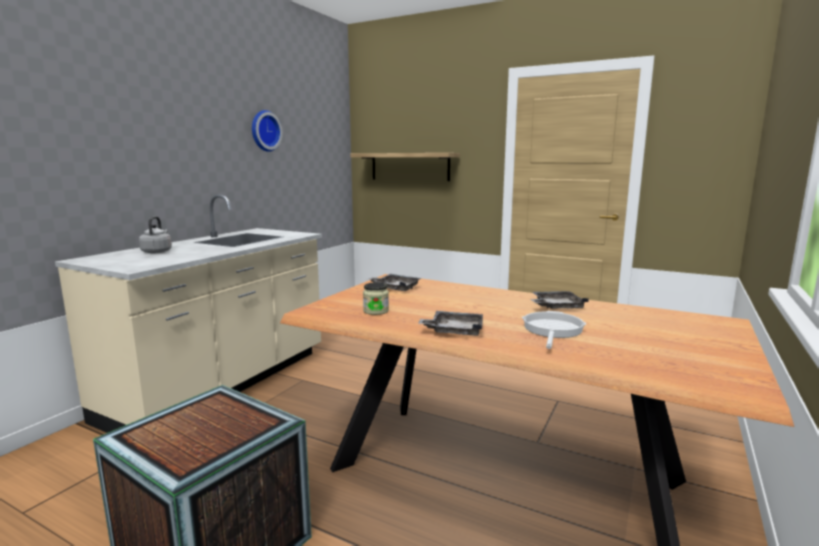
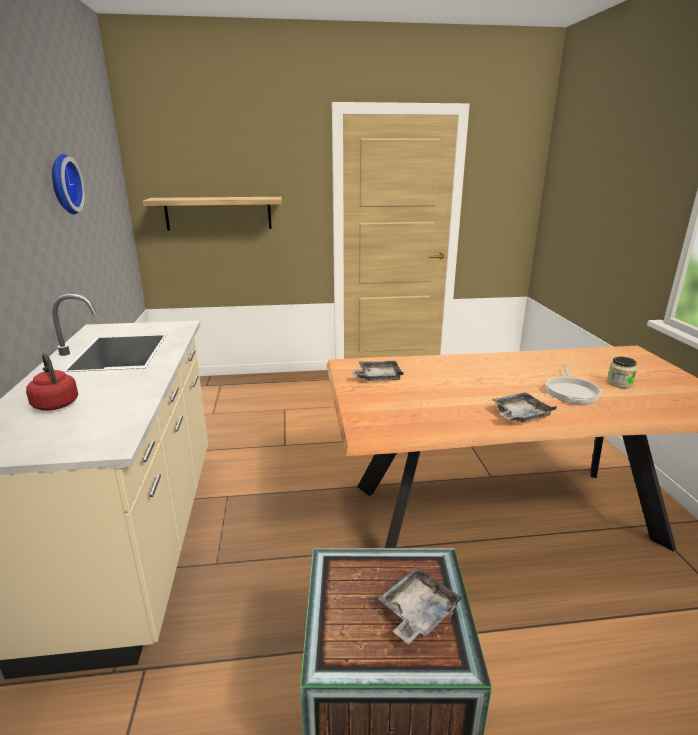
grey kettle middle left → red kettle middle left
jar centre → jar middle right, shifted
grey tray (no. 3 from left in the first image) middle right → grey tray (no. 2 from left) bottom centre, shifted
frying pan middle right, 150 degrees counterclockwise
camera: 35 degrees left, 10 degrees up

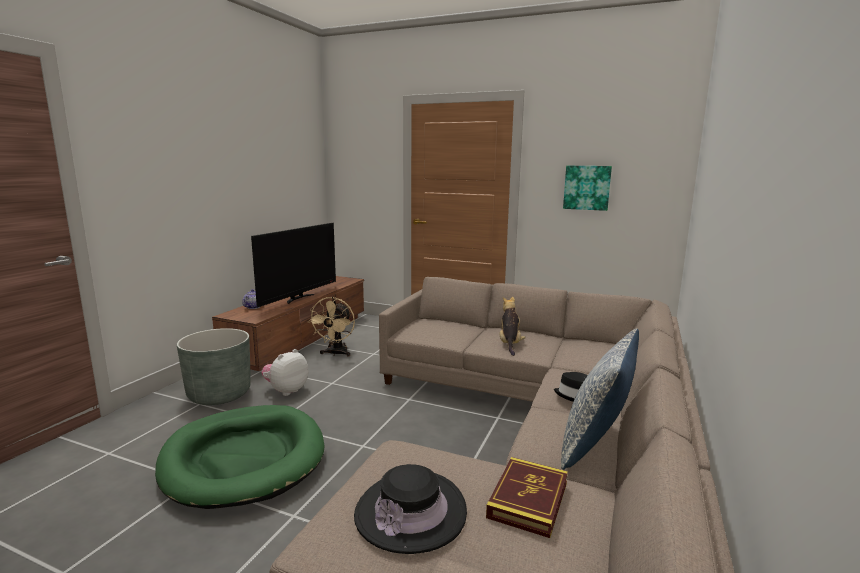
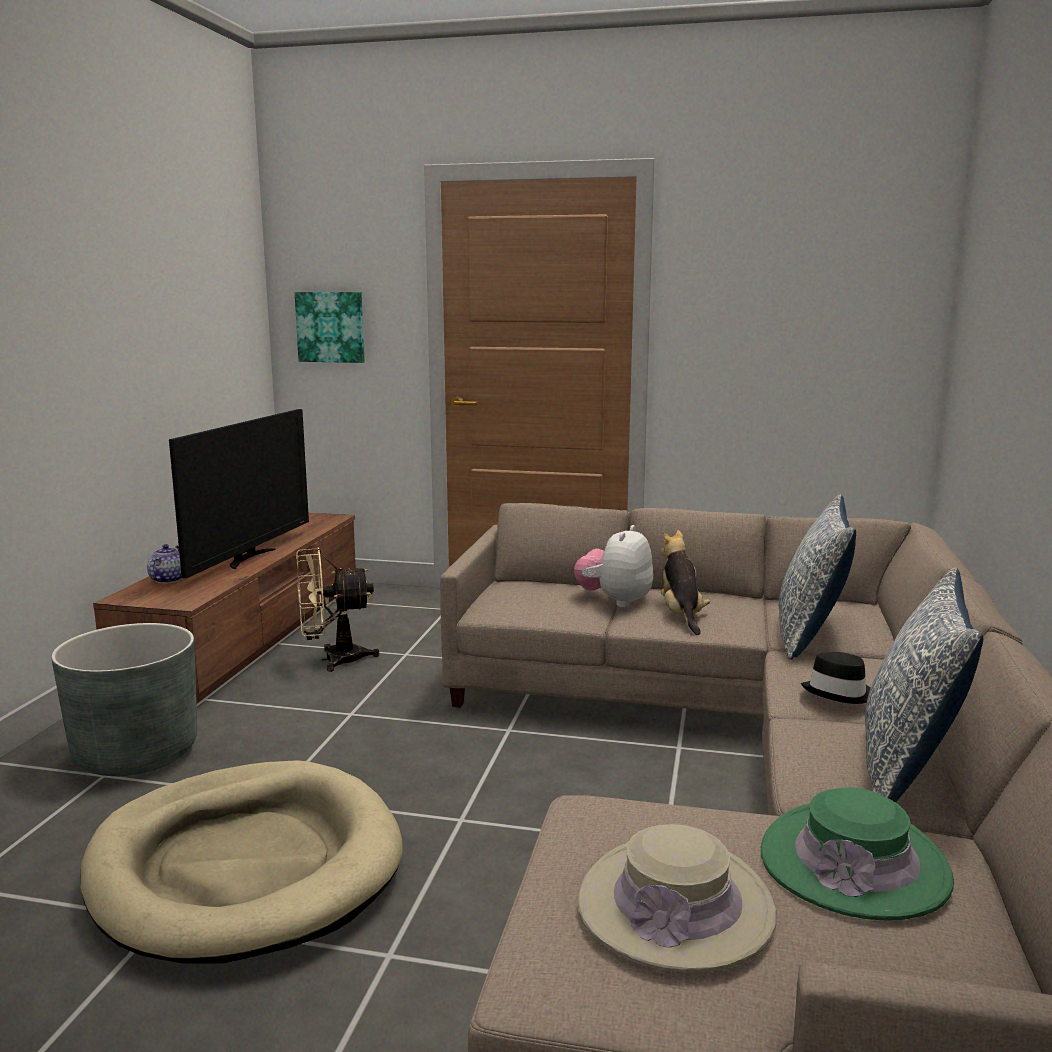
picture top right → picture top left, shifted
beige fan centre → beige fan middle left, 75 degrees clockwise
plush toy (no. 1 from left) middle left → plush toy (no. 1 from left) centre, shifted
green dog bed bottom left → beige dog bed bottom left
book bottom centre → green hat bottom right
black hat (no. 1 from left) bottom centre → beige hat bottom centre
- → pillow (no. 1 from left) middle right
camera: 10 degrees left, 0 degrees up

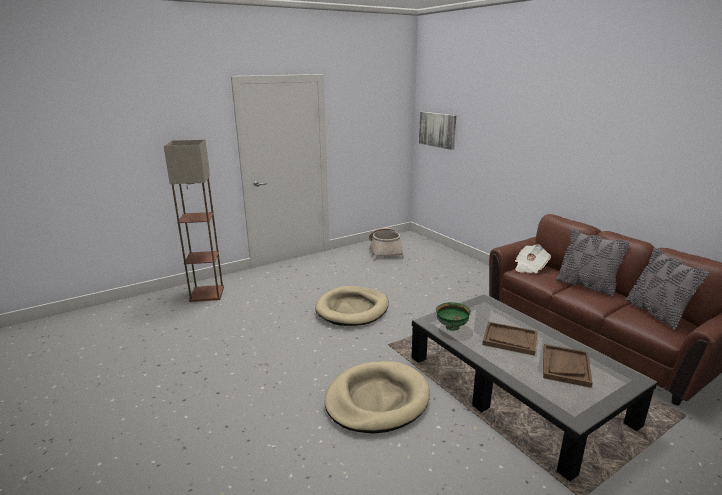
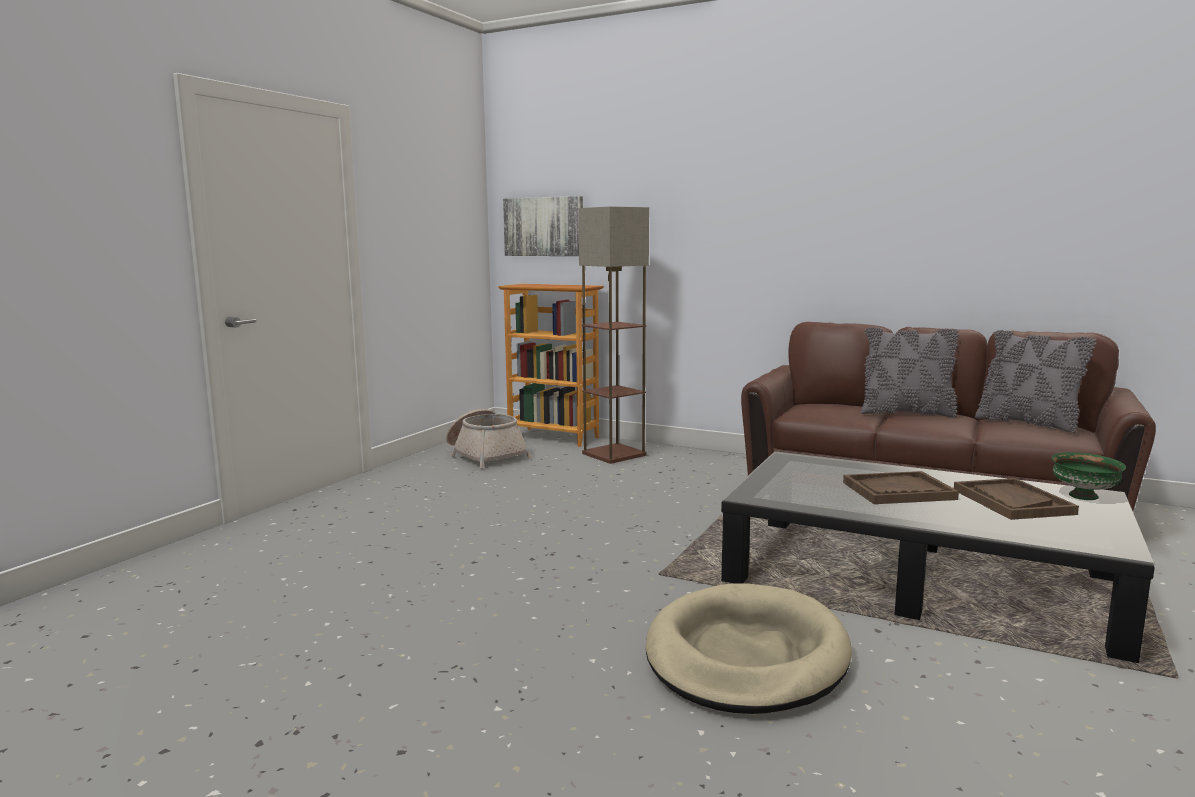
floor lamp middle left → floor lamp centre, shifted
newspaper middle right → -
beige dog bed (no. 1 from left) centre → -
green bowl centre → green bowl middle right, shifted
- → bookcase centre
camera: 30 degrees left, 10 degrees down

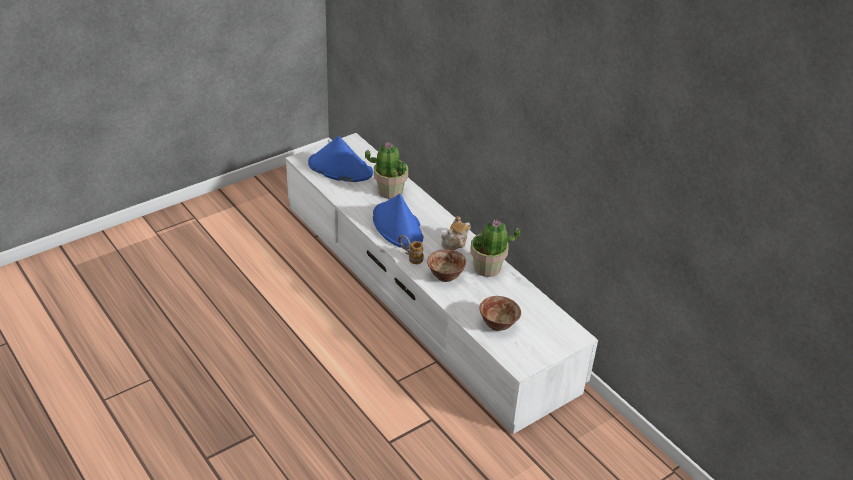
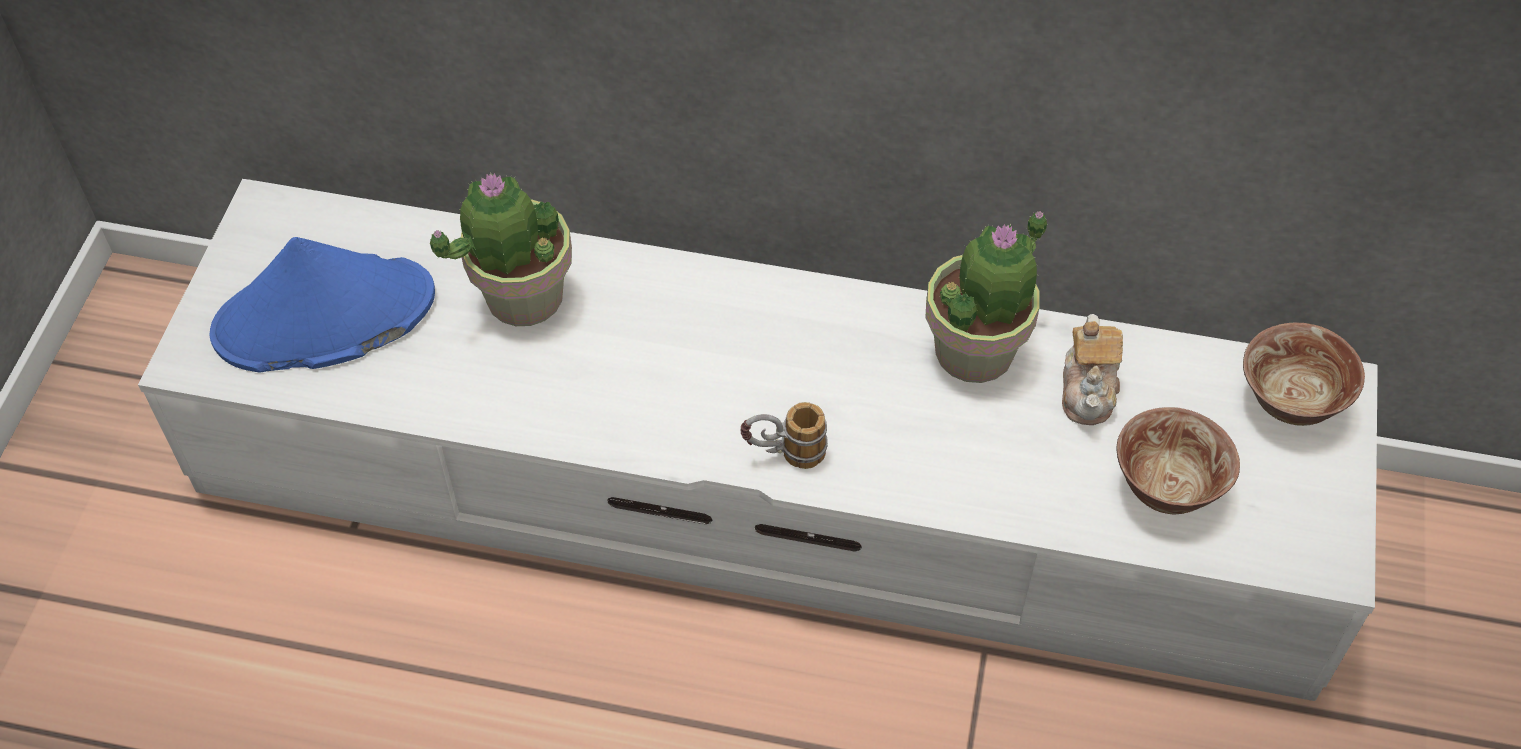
blue hat (no. 2 from left) centre → -
teapot centre → teapot middle right, shifted
bowl (no. 1 from left in the first image) centre → bowl (no. 2 from left) middle right, shifted
camera: 40 degrees left, 15 degrees up

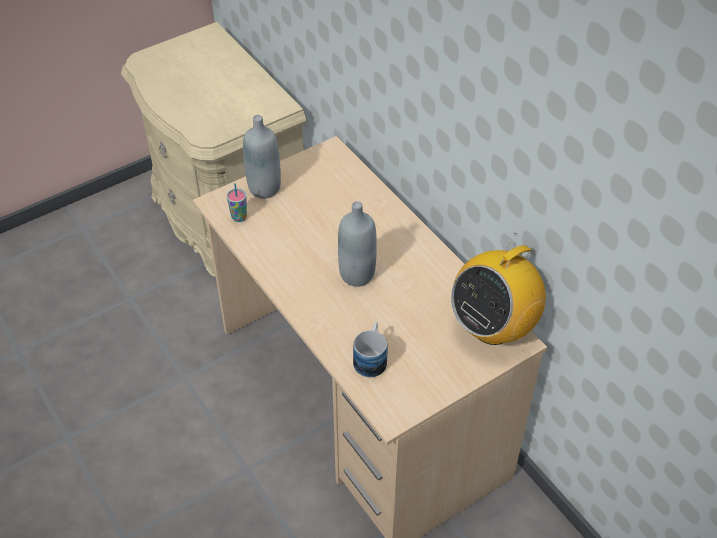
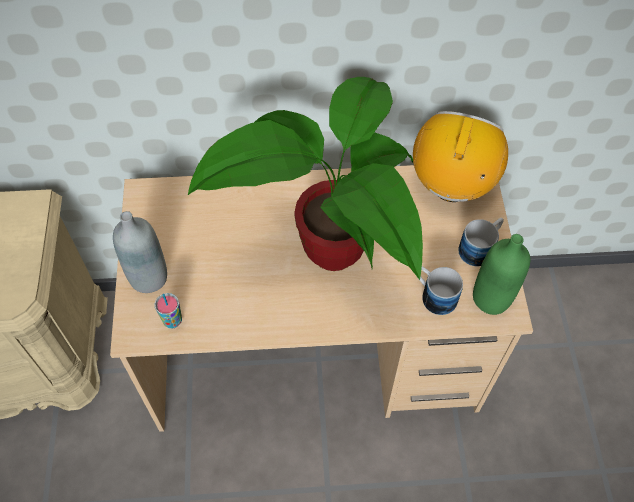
grey bottle (no. 2 from left) centre → potted plant centre
radio middle right → radio top right, 150 degrees counterclockwise
- → mug (no. 2 from left) middle right
- → green bottle middle right
camera: 60 degrees left, 10 degrees up

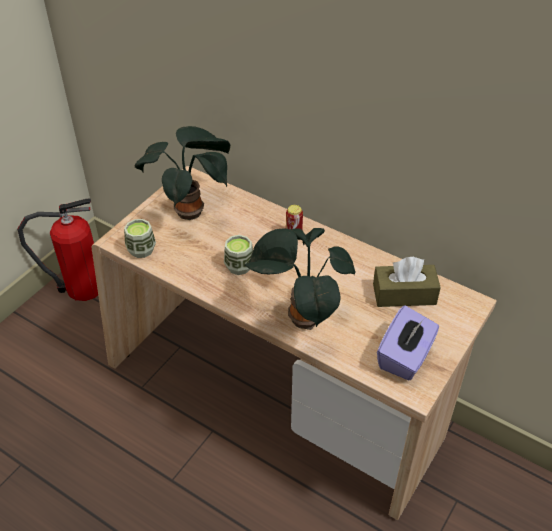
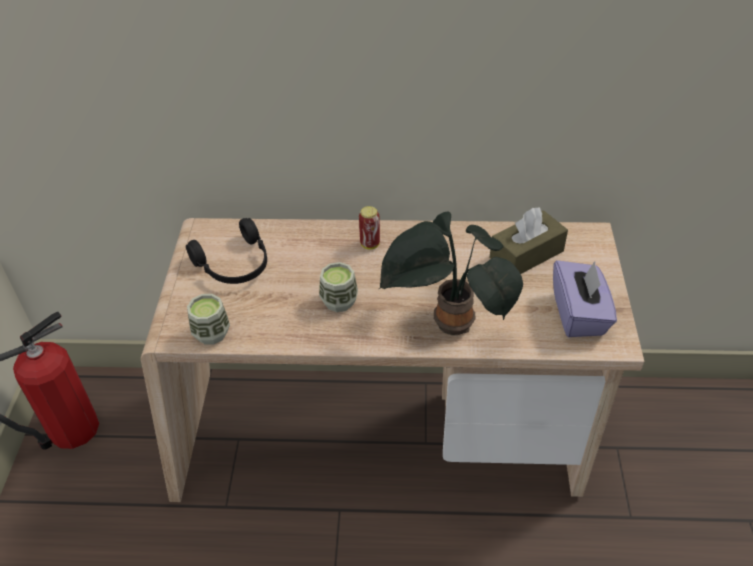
potted plant (no. 1 from left) top left → black headphones middle left
camera: 30 degrees left, 0 degrees up

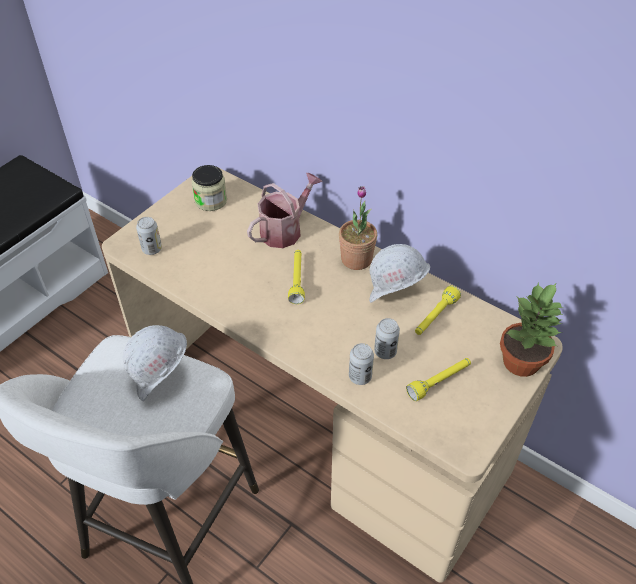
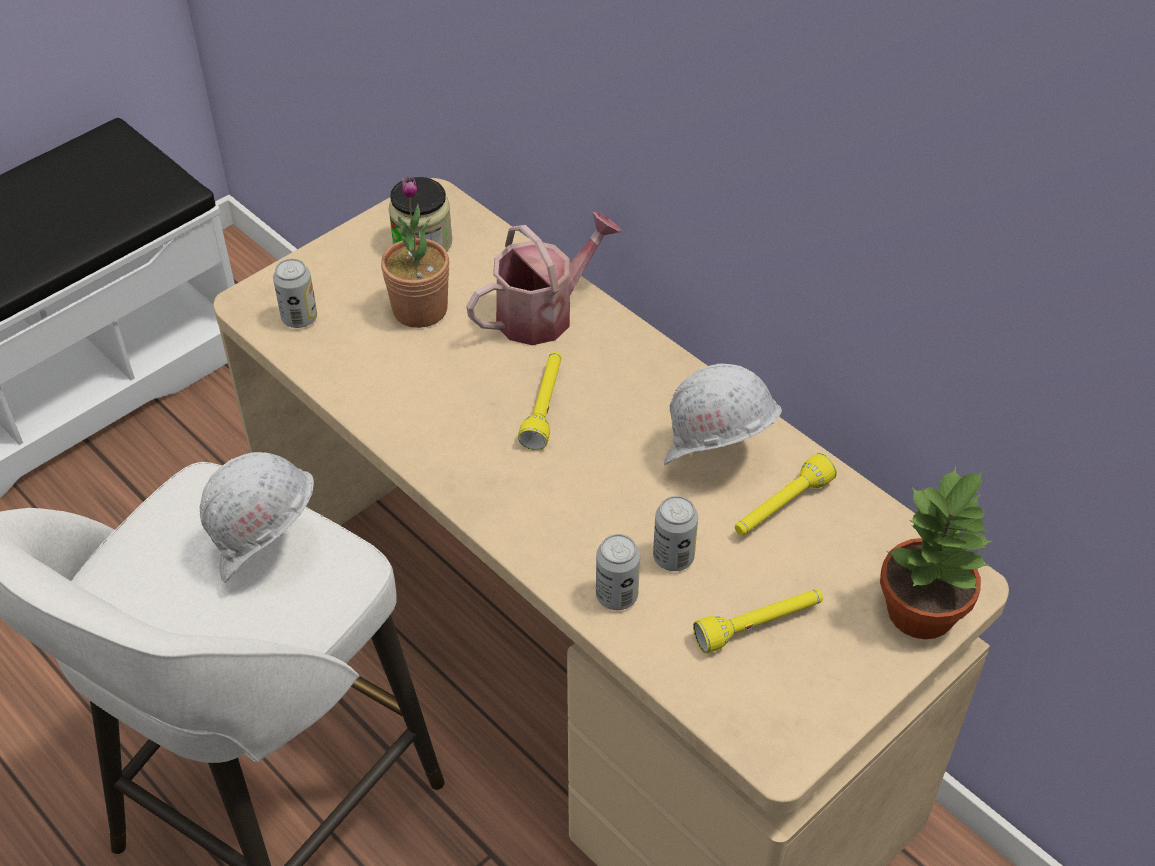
potted plant (no. 1 from left) centre → potted plant (no. 1 from left) top centre, shifted
camera: 10 degrees right, 0 degrees up

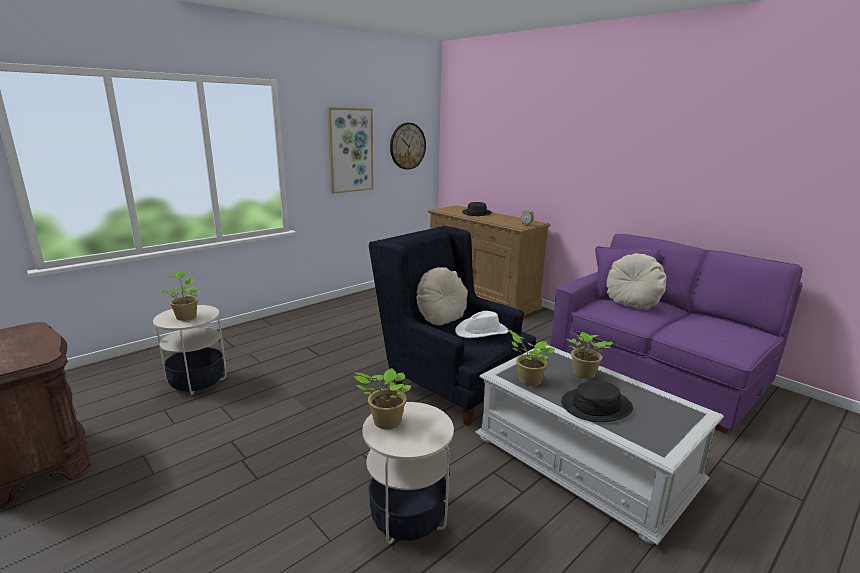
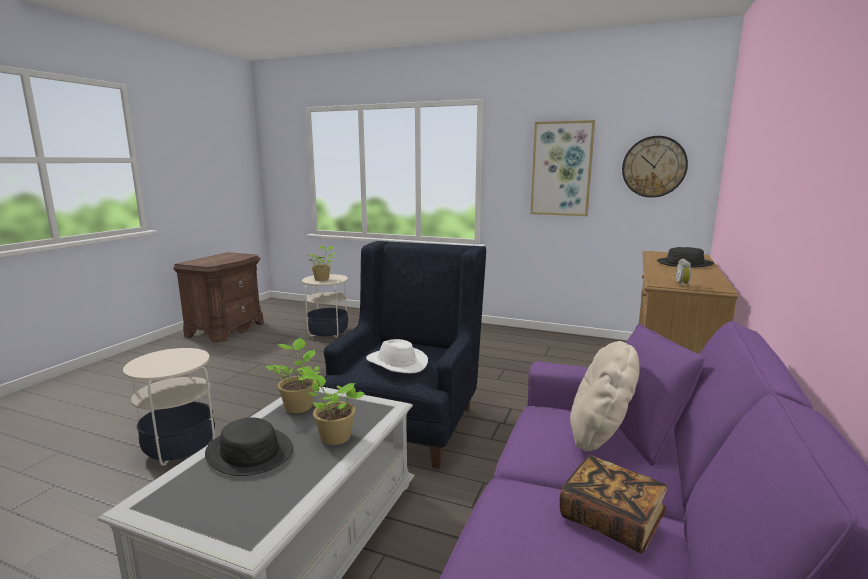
beige pillow (no. 1 from left) centre → -
potted plant (no. 2 from left) bottom centre → -
- → book bottom right
camera: 65 degrees right, 5 degrees down

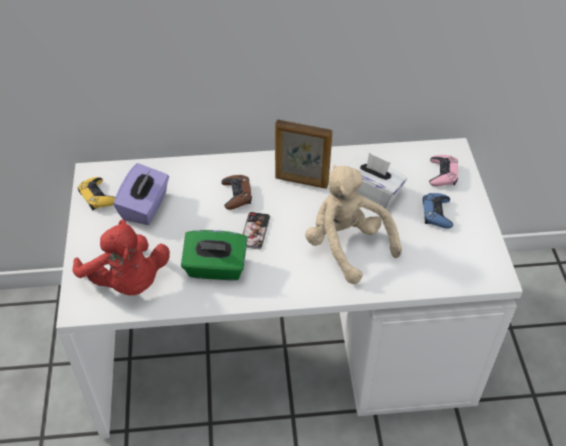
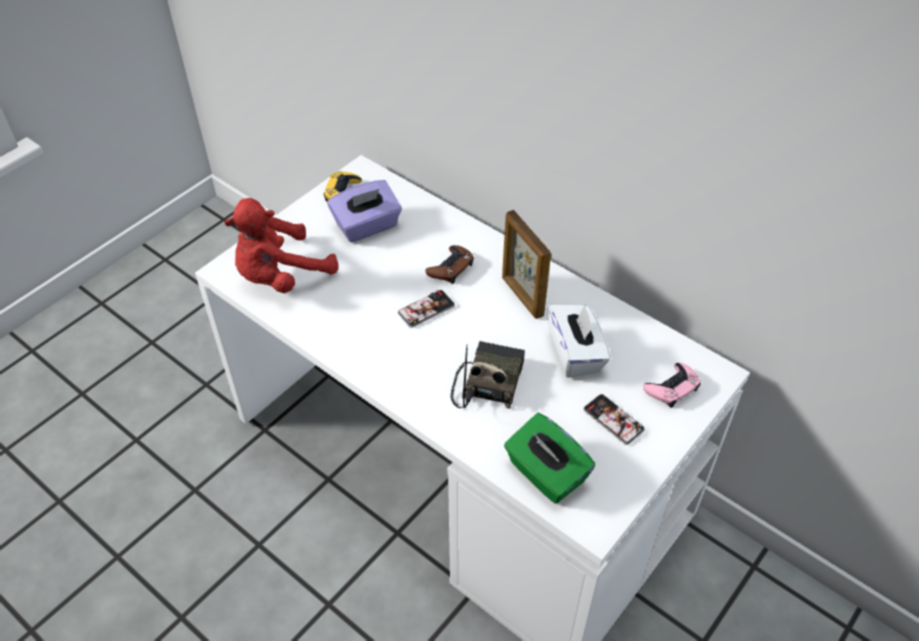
beige plush toy centre → radio centre
blue game controller middle right → phone (no. 2 from left) middle right
red plush toy middle left, 45 degrees clockwise
green tissue box centre → green tissue box bottom centre, shifted
camera: 45 degrees right, 0 degrees up

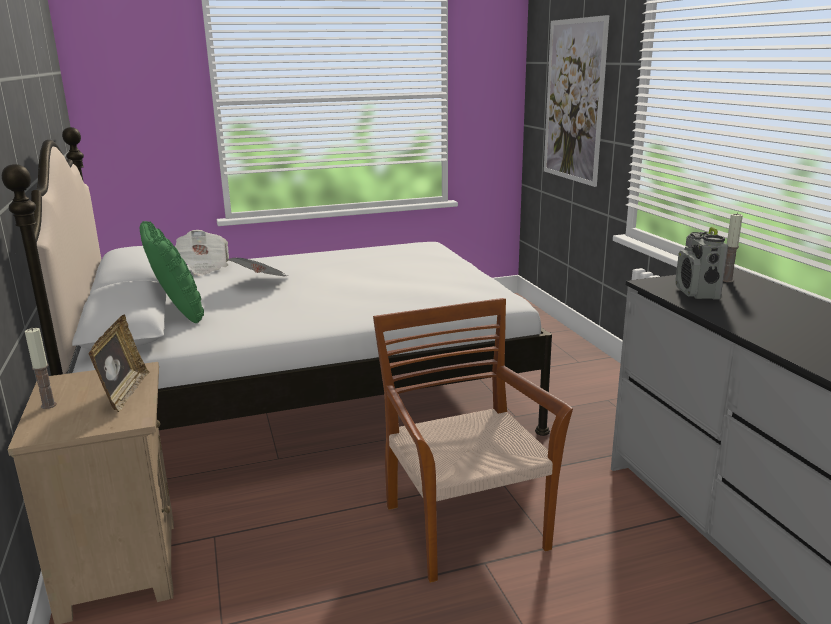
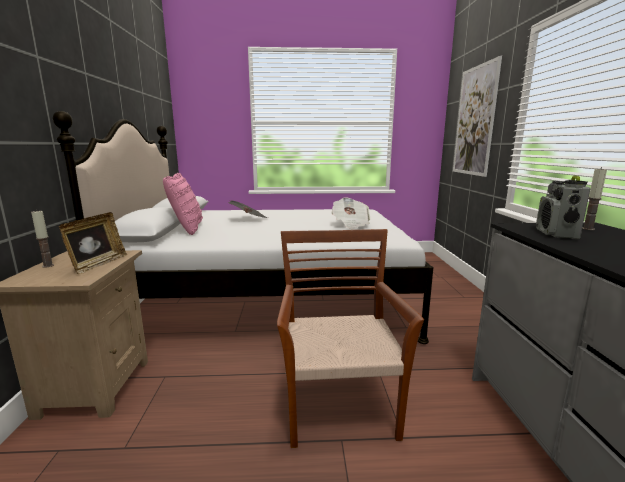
green pillow middle left → pink pillow middle left
newspaper (no. 1 from left in the first image) middle left → newspaper (no. 2 from left) centre, shifted
camera: 15 degrees right, 5 degrees down

